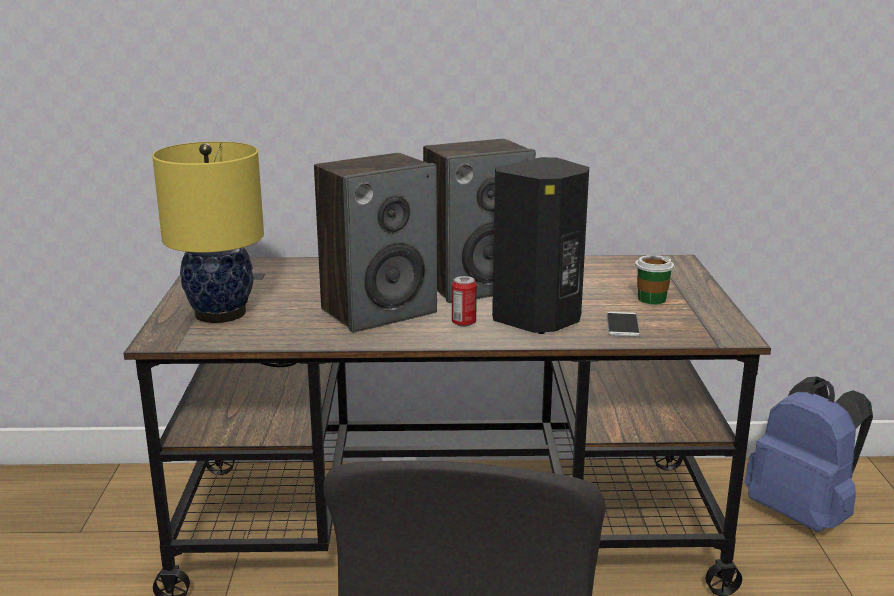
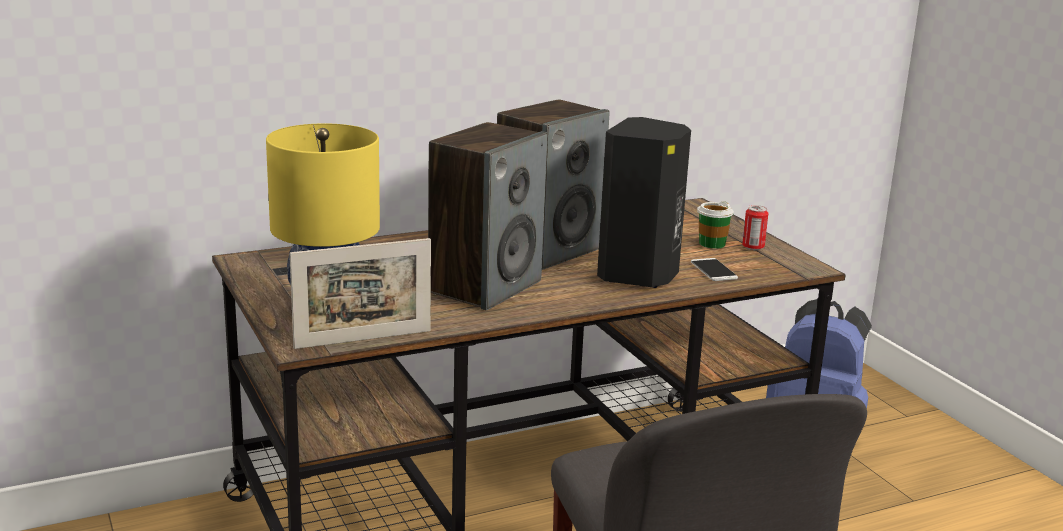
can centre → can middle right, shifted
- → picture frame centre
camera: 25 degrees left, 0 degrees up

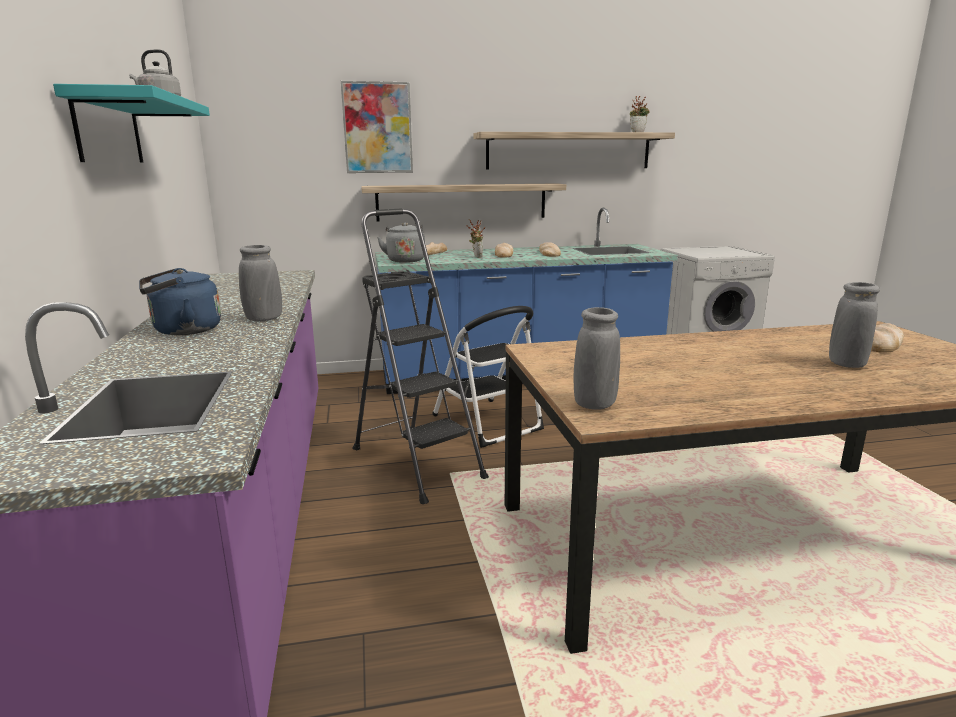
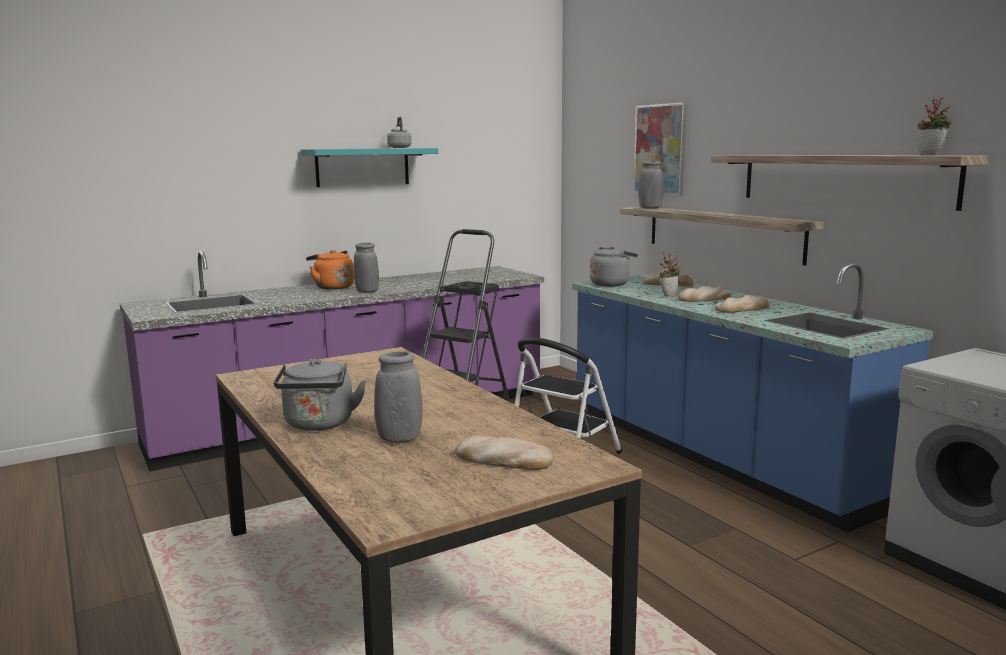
blue kettle middle left → orange kettle middle left
grey vase (no. 2 from left in the first image) centre → grey vase (no. 3 from left) top centre, shifted
- → grey kettle (no. 1 from left) middle left
camera: 70 degrees right, 5 degrees down

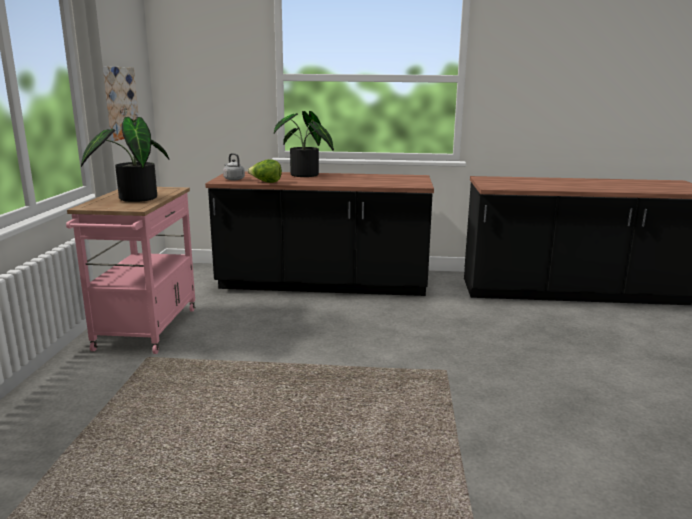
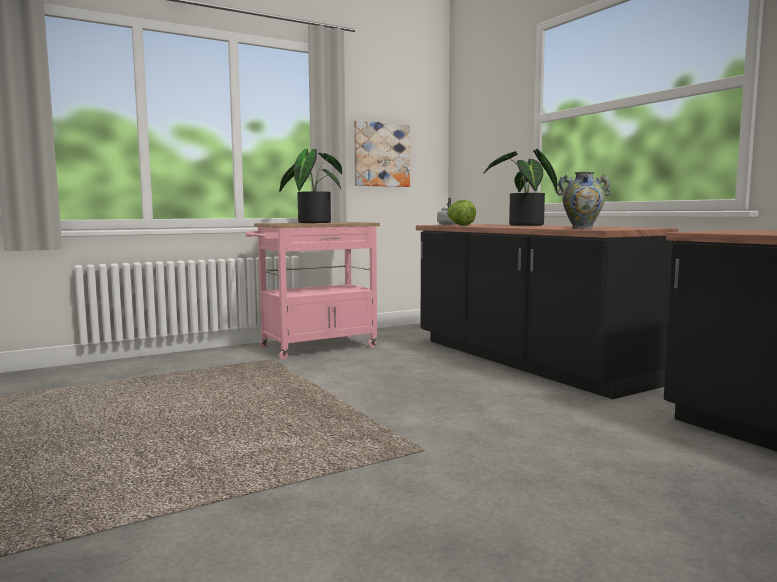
- → vase middle right
camera: 55 degrees right, 10 degrees down

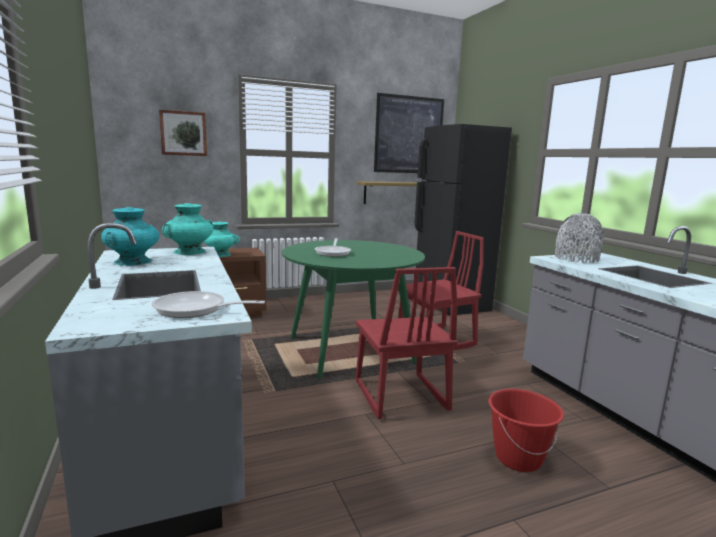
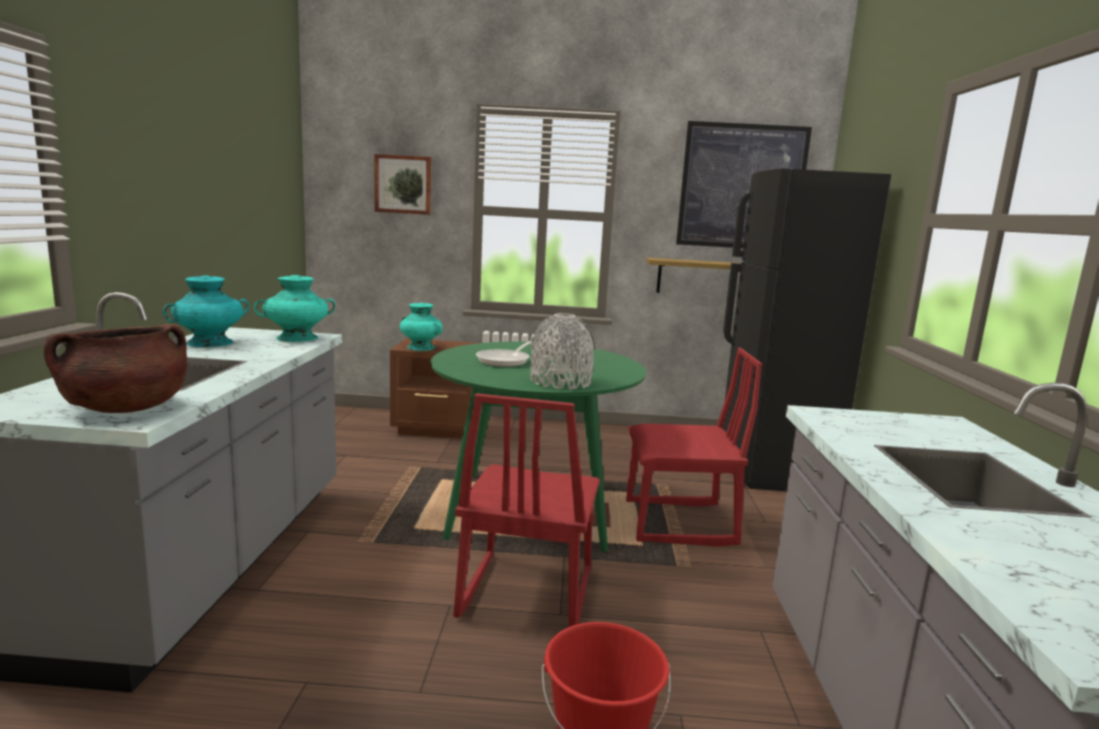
grey vase middle right → grey vase centre, shifted
frying pan (no. 1 from left) middle left → brown cooking pot middle left
camera: 25 degrees right, 0 degrees up

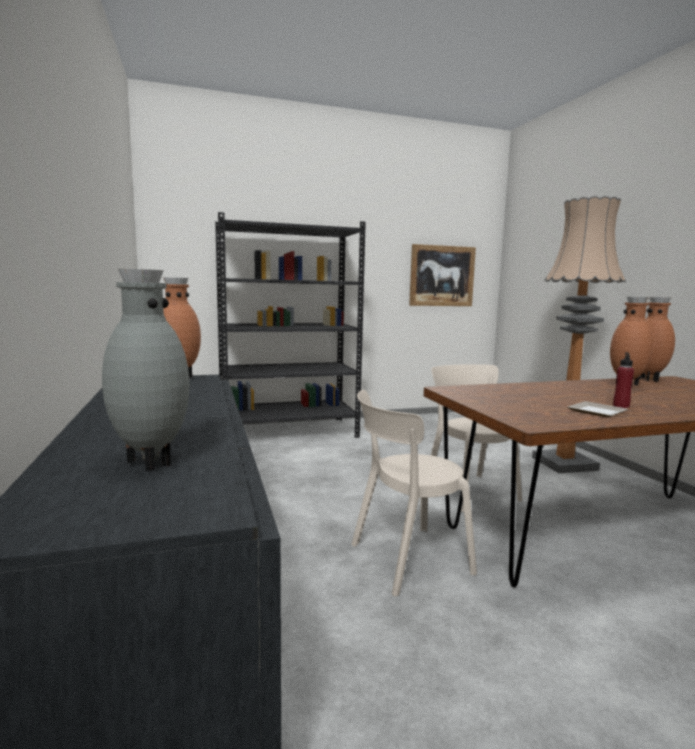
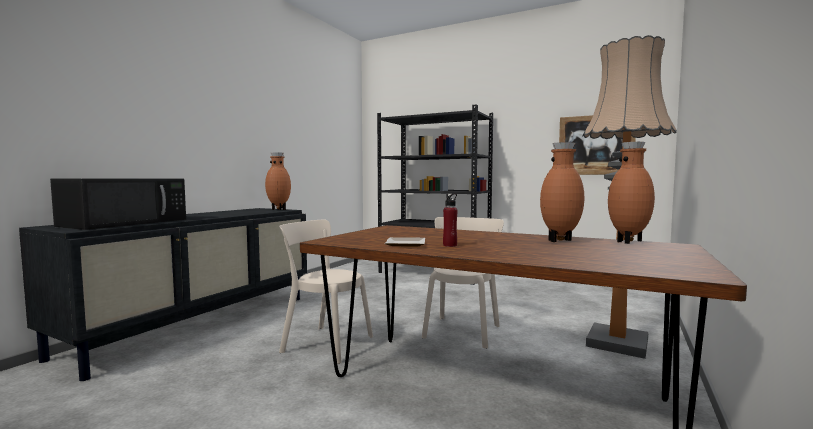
grey vase middle left → black microwave middle left
camera: 45 degrees right, 5 degrees down

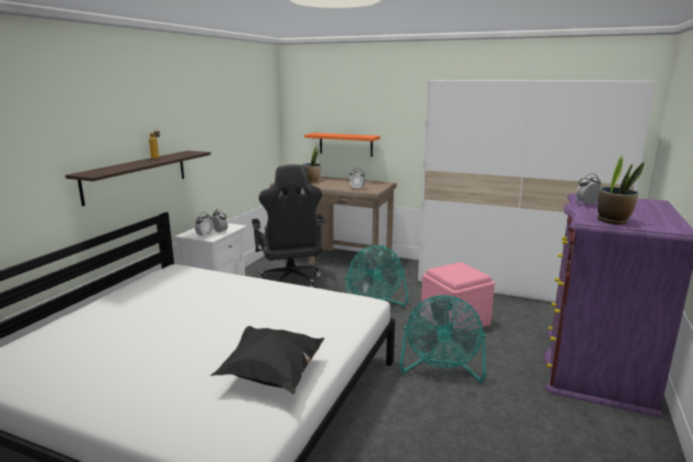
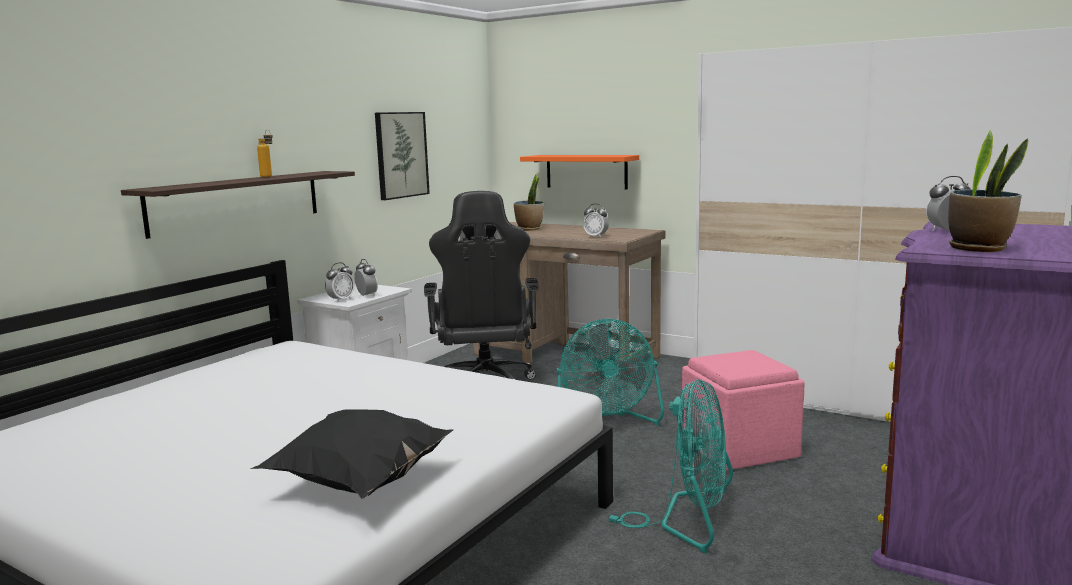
turquoise fan (no. 2 from left) bottom centre, 90 degrees counterclockwise
- → picture top centre
camera: 10 degrees right, 5 degrees down

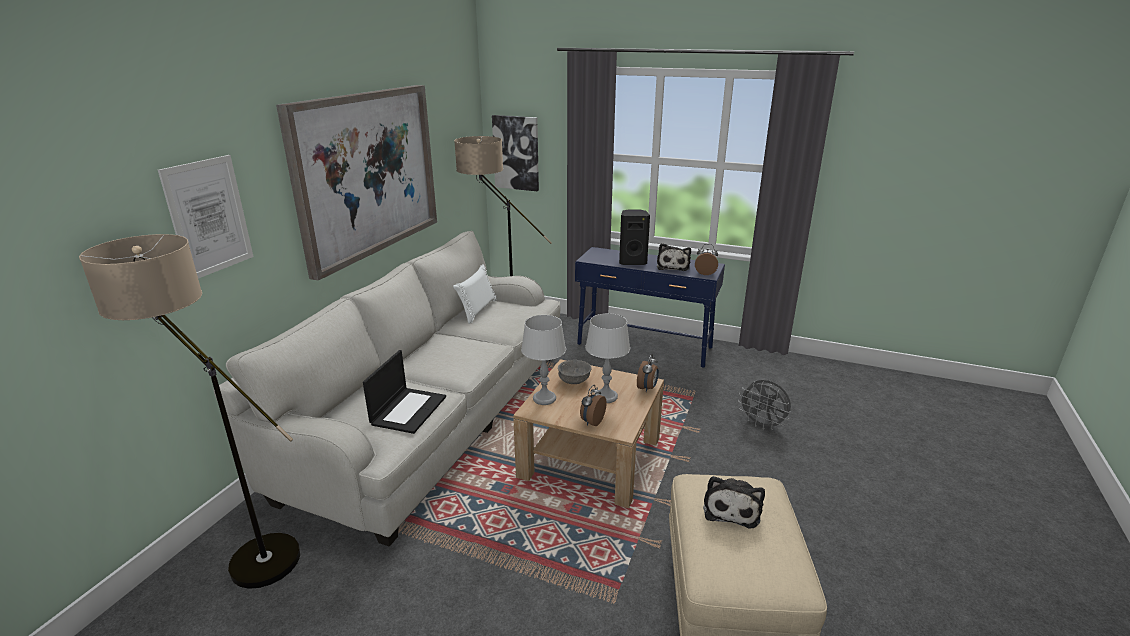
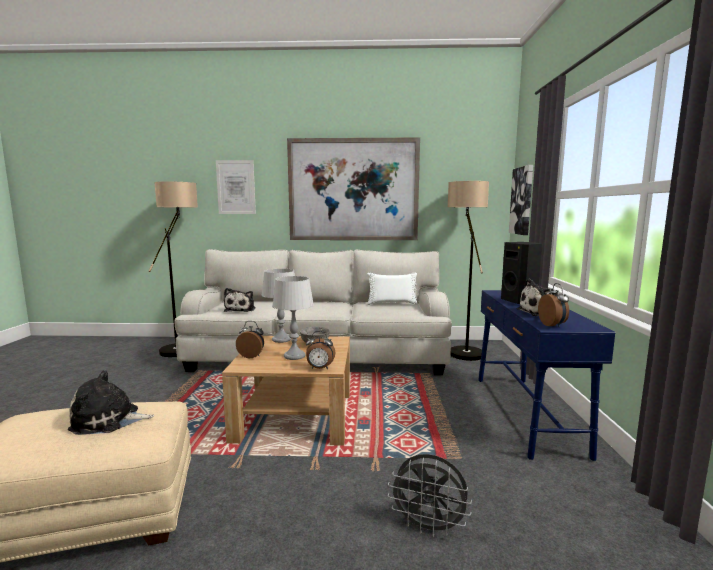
laptop centre → plush toy (no. 2 from left) centre
grey fan middle right → grey fan bottom centre, 90 degrees counterclockwise
camera: 70 degrees right, 15 degrees down

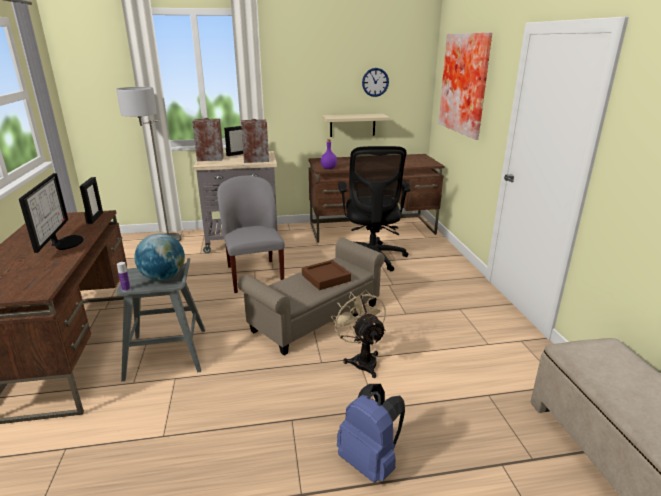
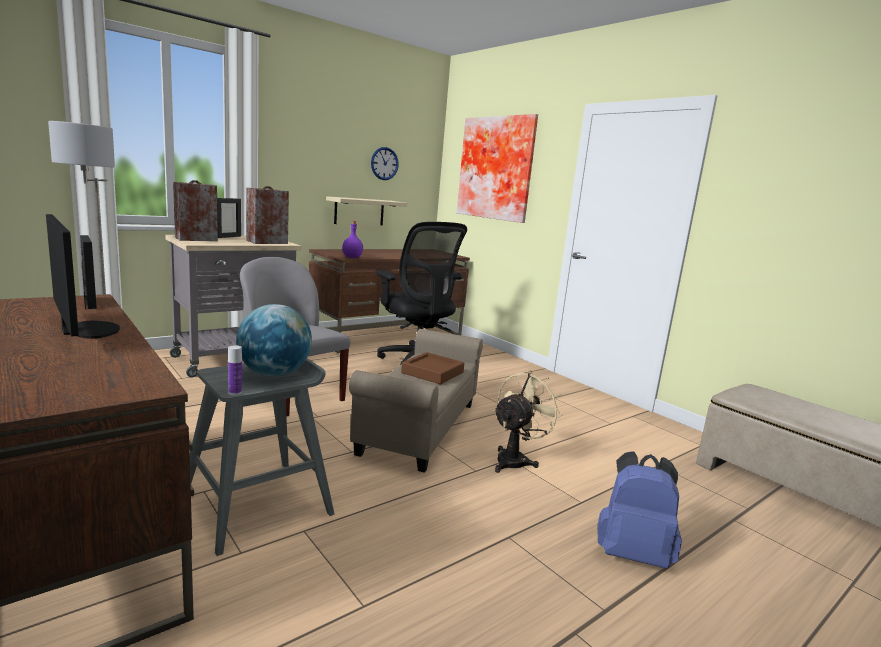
beige fan bottom centre → beige fan centre, 90 degrees clockwise
camera: 30 degrees left, 10 degrees down

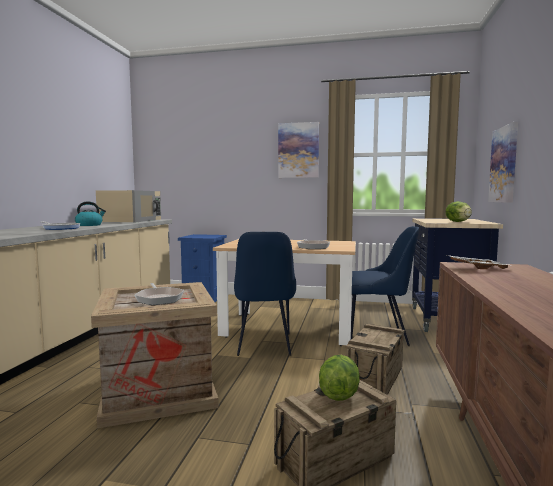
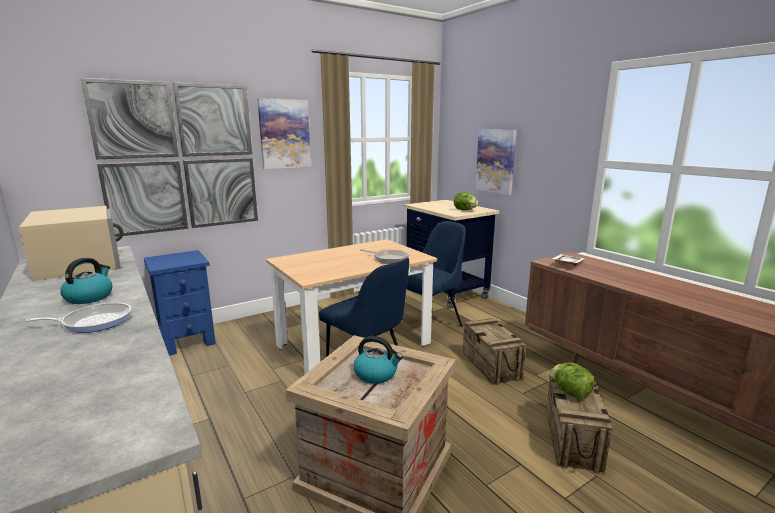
frying pan (no. 2 from left) middle left → kettle (no. 2 from left) bottom centre
- → picture (no. 1 from left) top left
camera: 45 degrees left, 10 degrees up

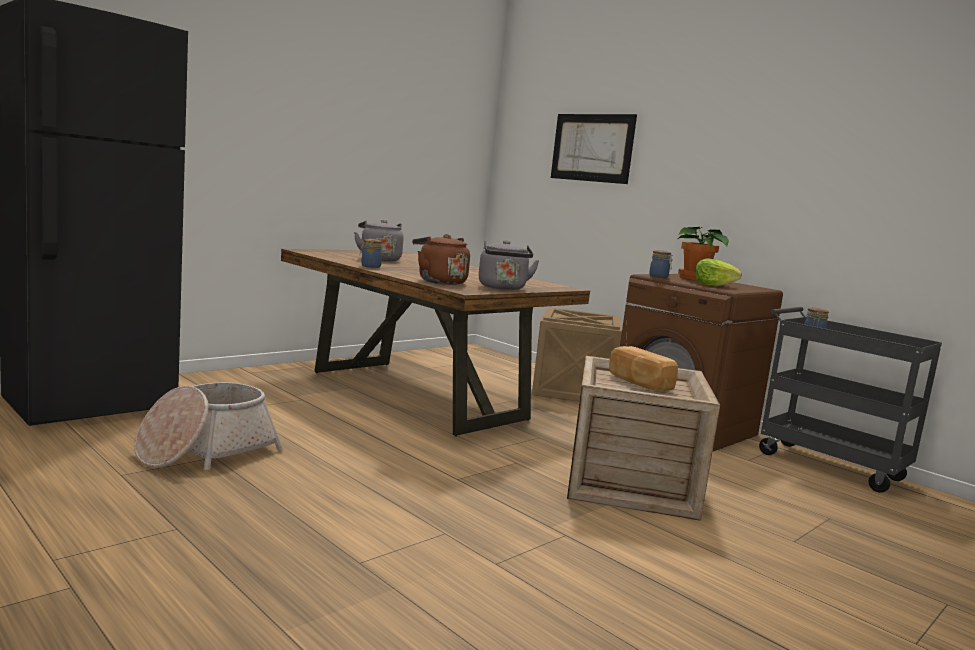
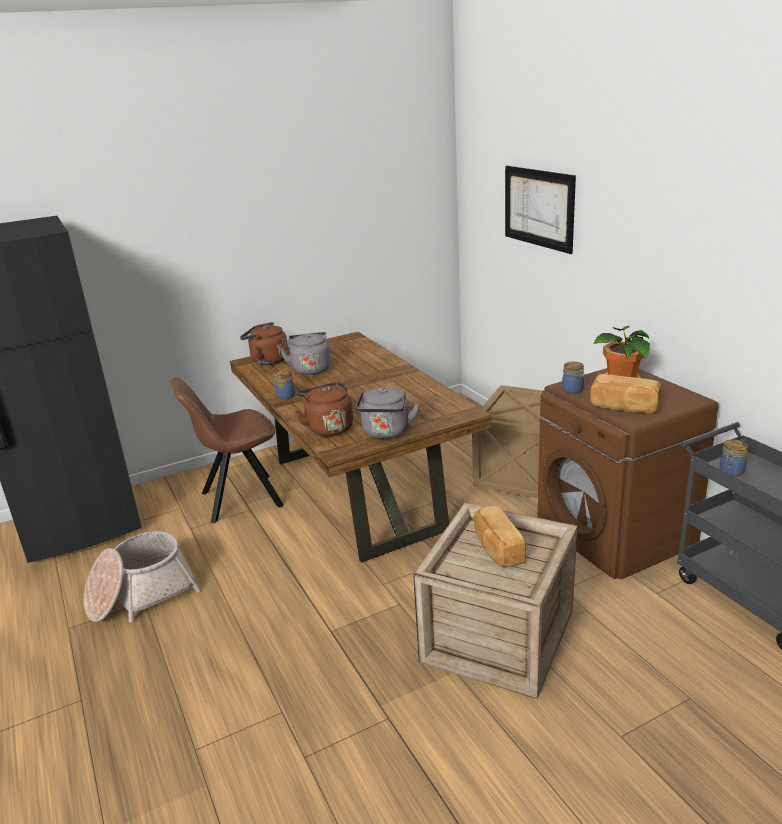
lettuce middle right → bread (no. 2 from left) middle right
- → brown kettle (no. 1 from left) centre
- → brown chair middle left
camera: 20 degrees right, 15 degrees up

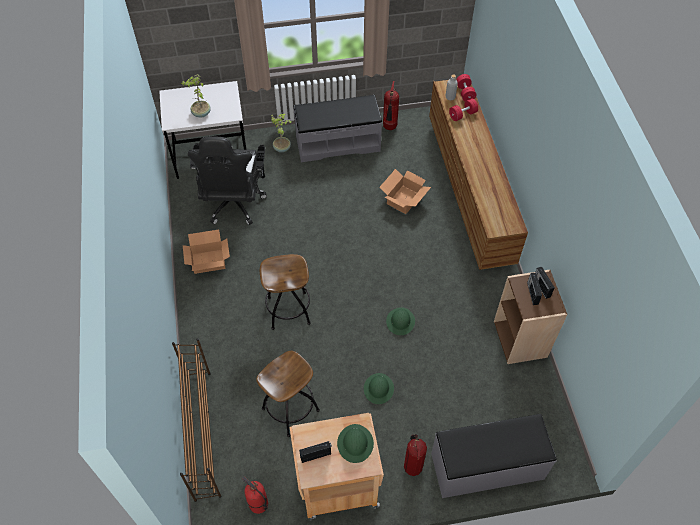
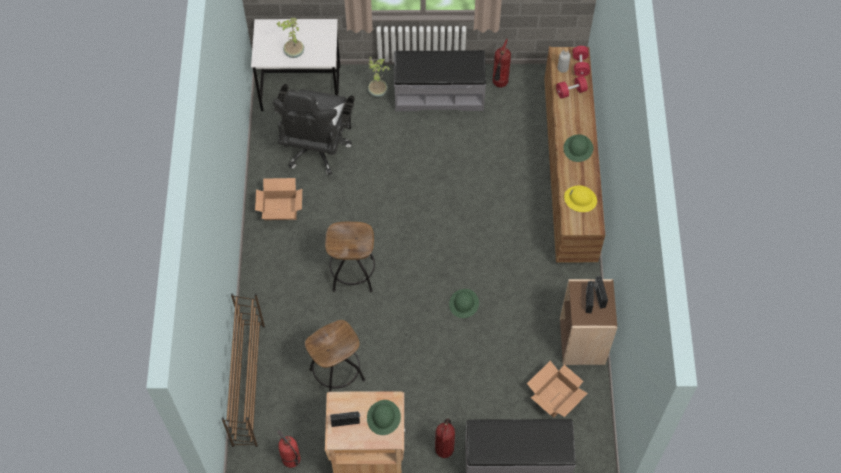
cardboard box (no. 2 from left) centre → cardboard box (no. 2 from left) bottom centre, shifted
green hard hat (no. 2 from left in the first image) bottom centre → green hard hat (no. 3 from left) top right, shifted
- → yellow hard hat middle right
camera: 10 degrees right, 5 degrees up

